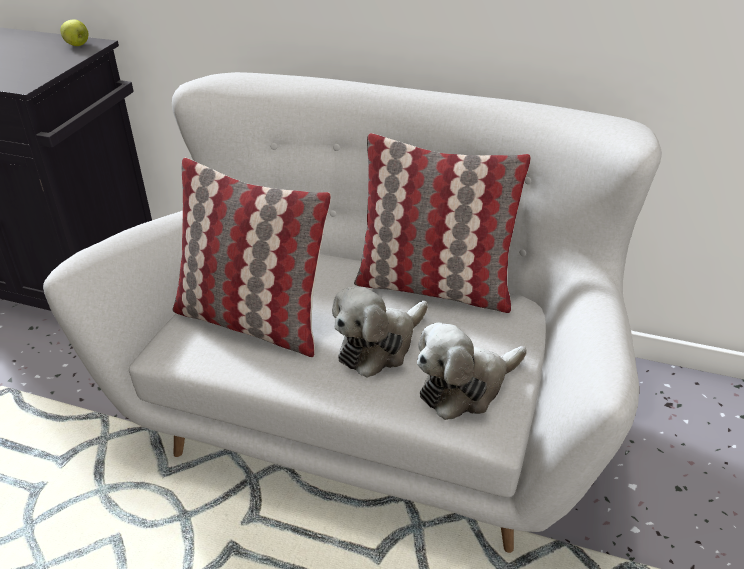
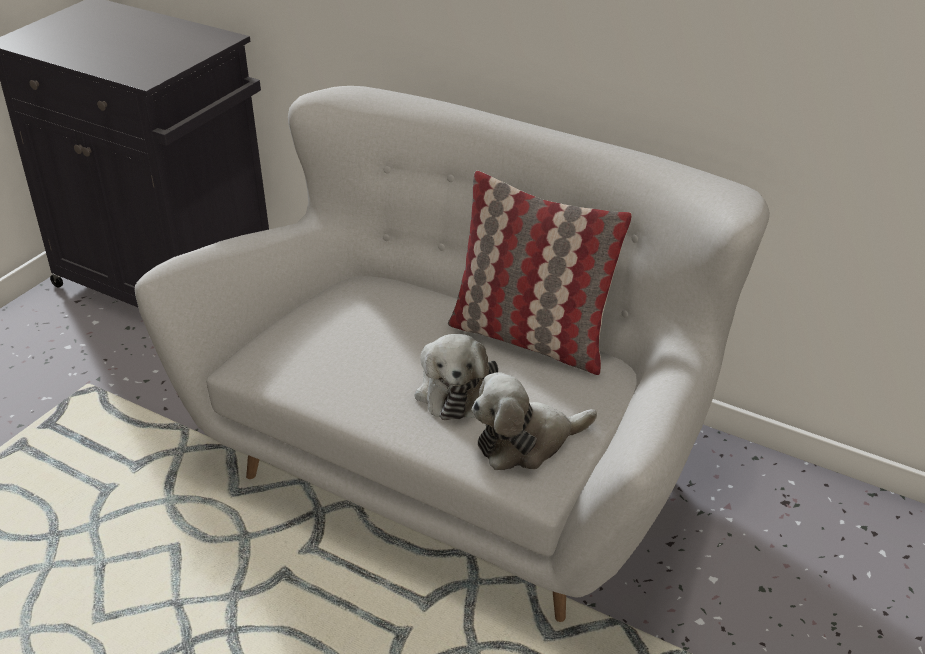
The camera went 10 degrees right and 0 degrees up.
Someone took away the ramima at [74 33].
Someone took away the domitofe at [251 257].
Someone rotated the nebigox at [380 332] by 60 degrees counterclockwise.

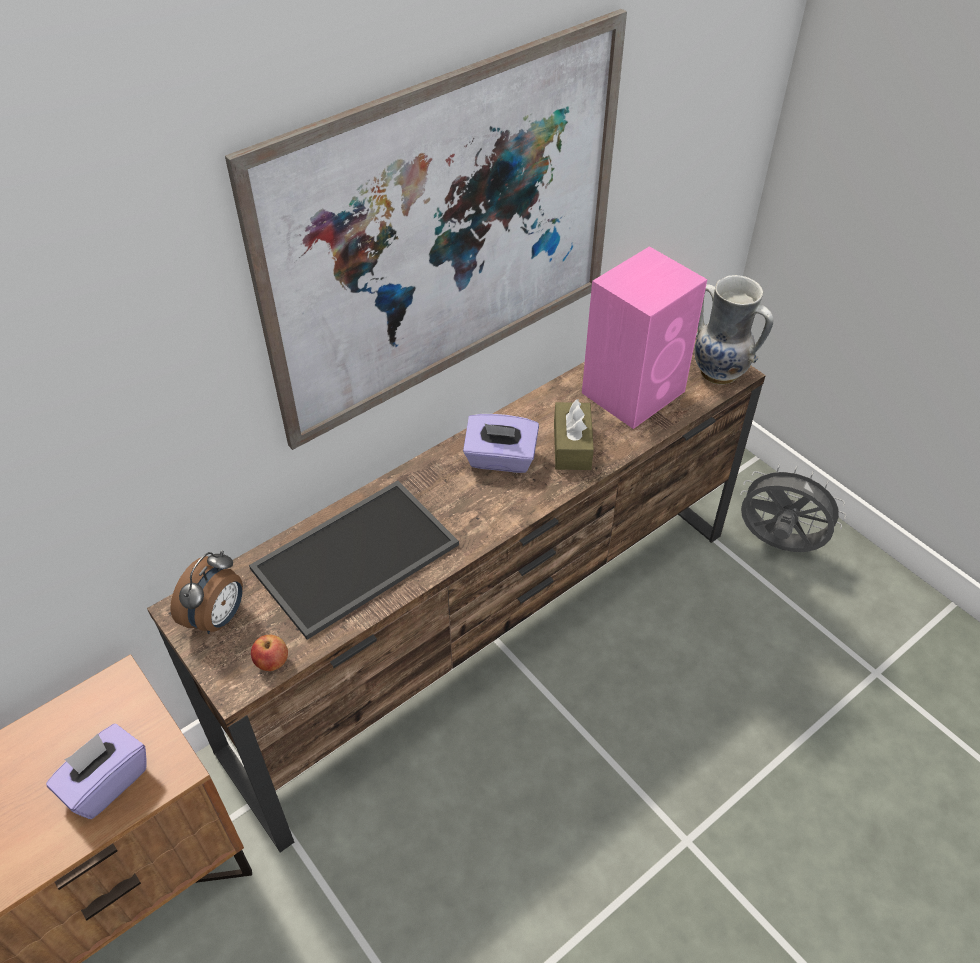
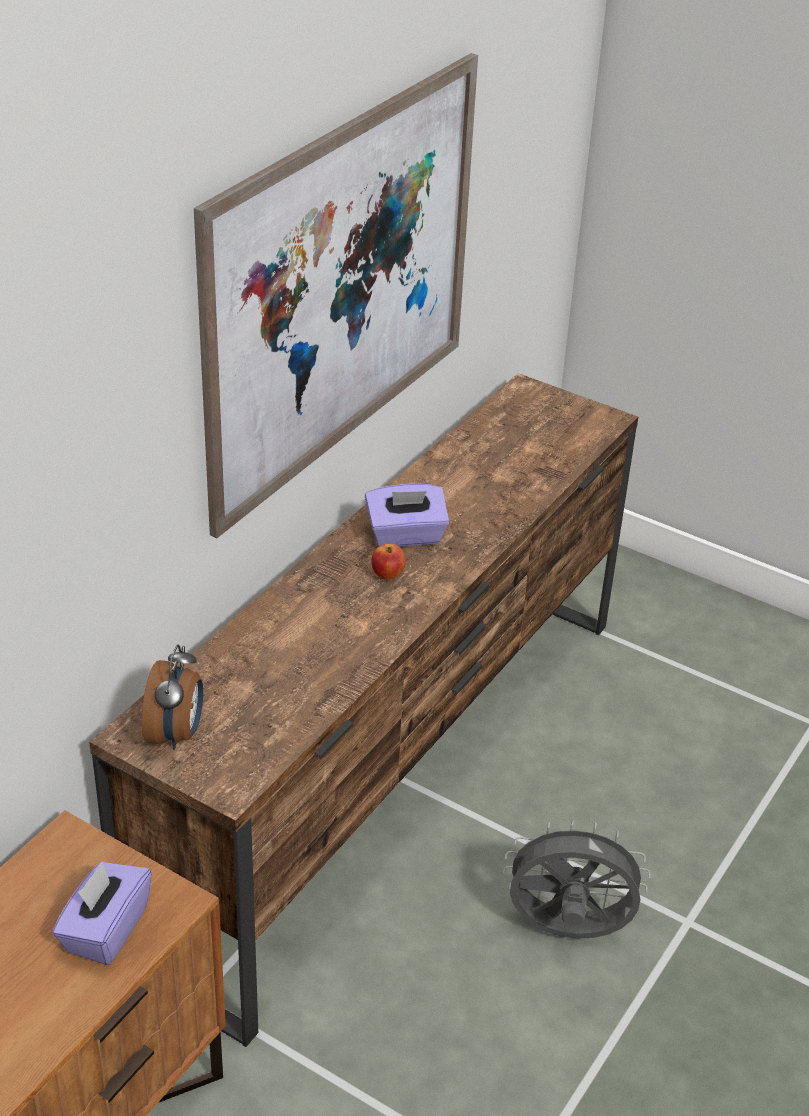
The camera went 20 degrees left and 10 degrees down.
Someone took away the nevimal at [354 560].
Someone took away the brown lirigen at [574 434].
Someone took away the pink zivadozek at [644 337].
Someone took away the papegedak at [734 330].
Someone carried the ramima from [269 653] to [388 562].
Someone carried the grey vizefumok from [793 508] to [577 879].

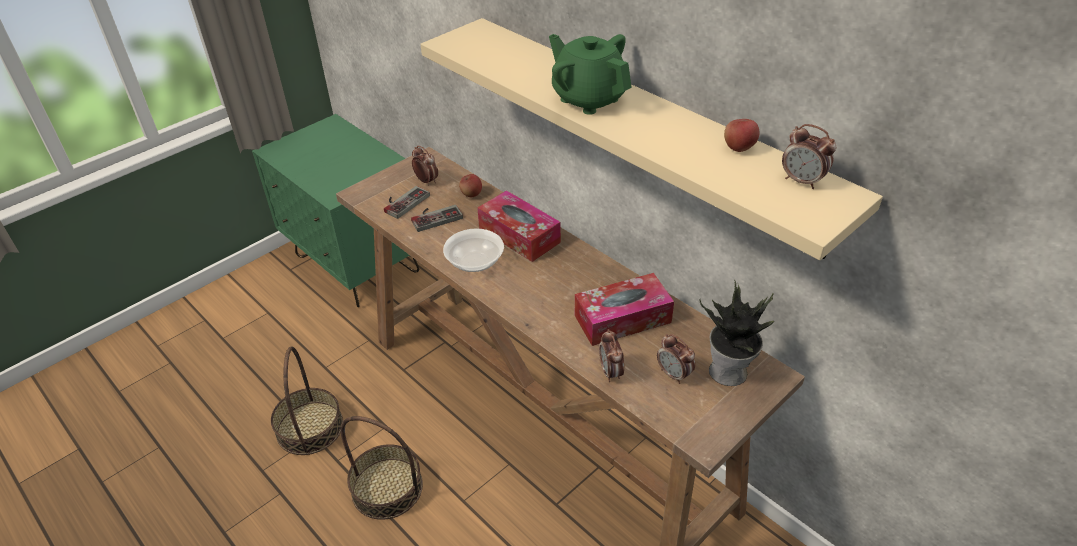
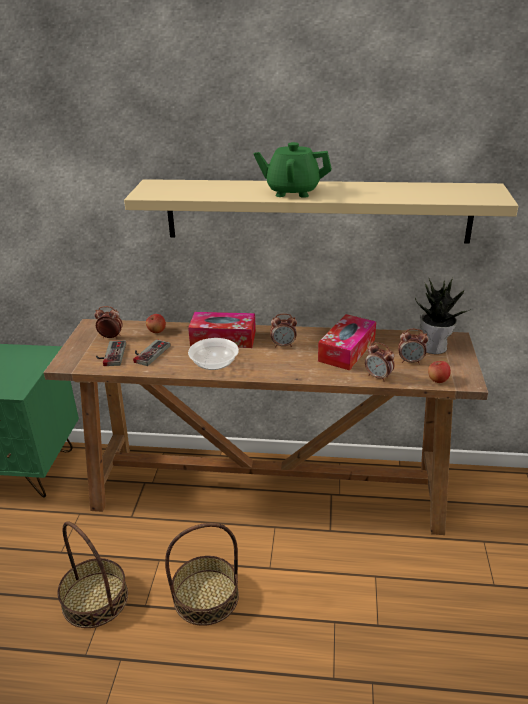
The camera went 40 degrees left and 10 degrees down.
Someone carried the ramima from [742 135] to [439 372].
Someone carried the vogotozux from [809 156] to [283 330].

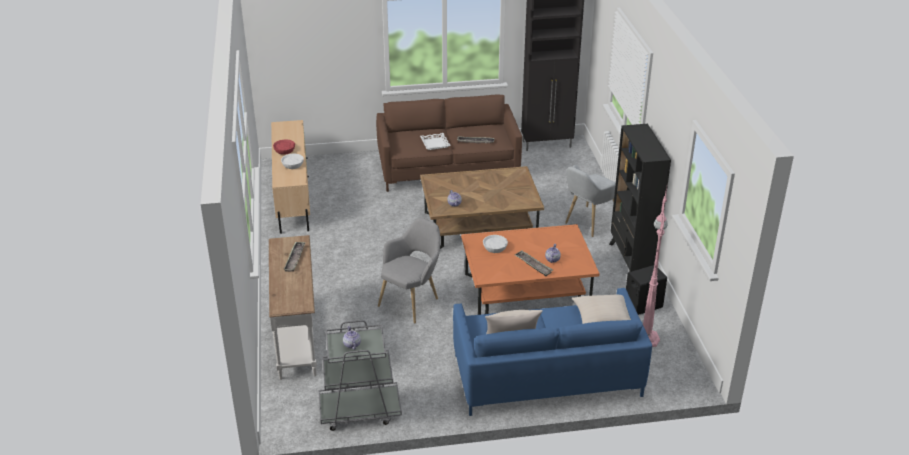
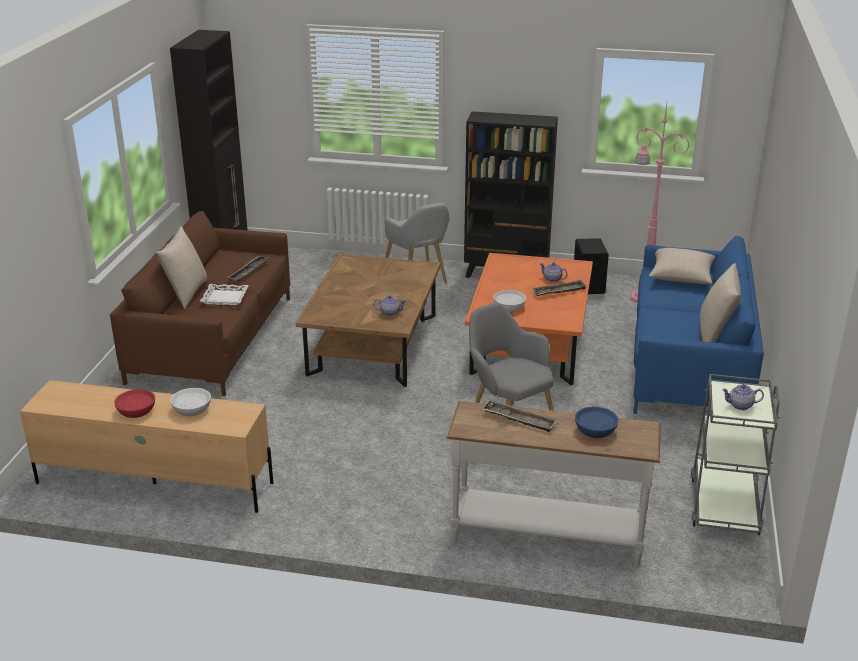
The camera went 70 degrees left and 5 degrees down.
Someone put down the beige domitofe at [181 267].
Someone put down the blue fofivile at [597 422].

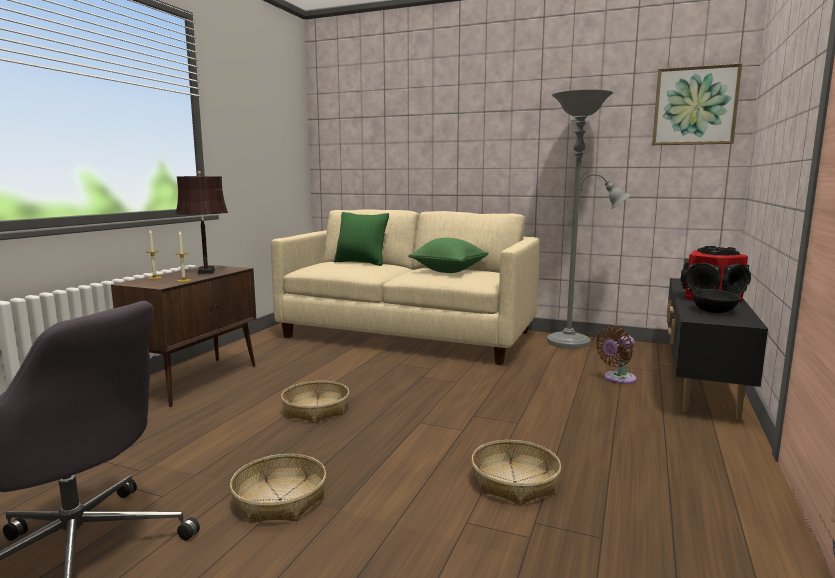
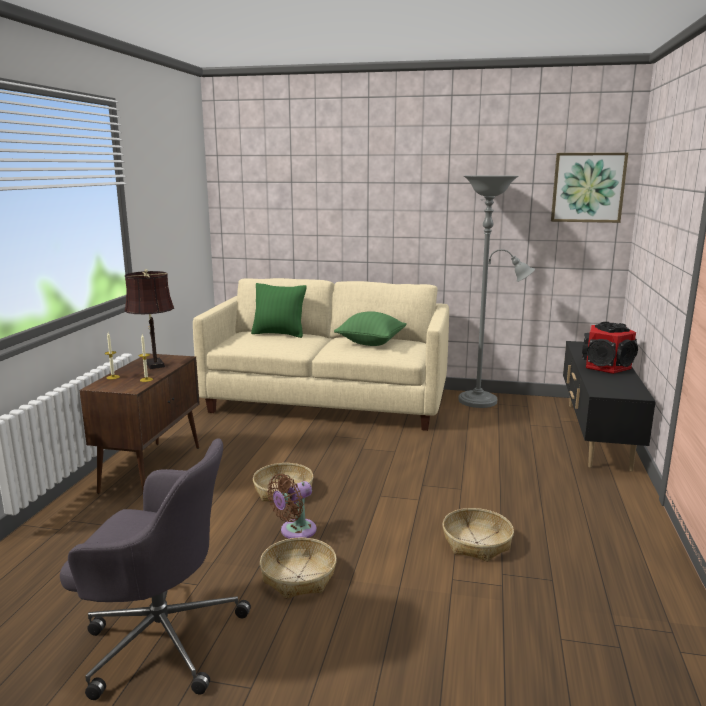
The camera went 10 degrees left and 5 degrees up.
Someone took away the black fofivile at [717 301].
Someone carried the brown vizefumok from [616 354] to [292 506].

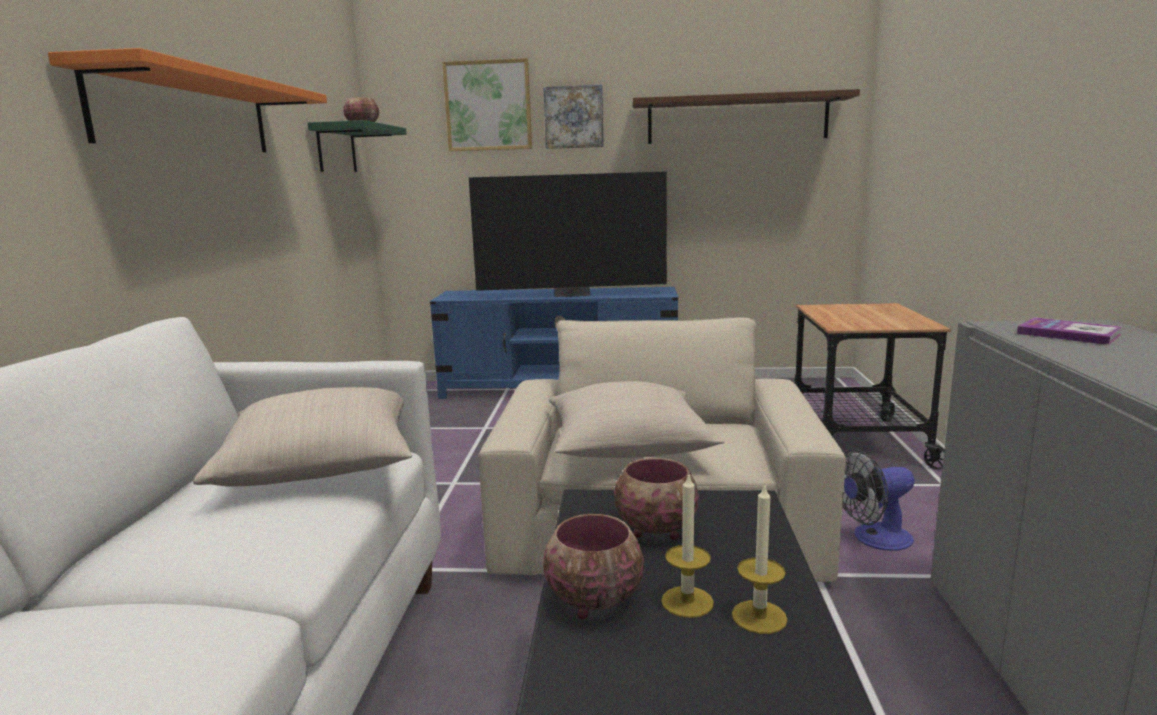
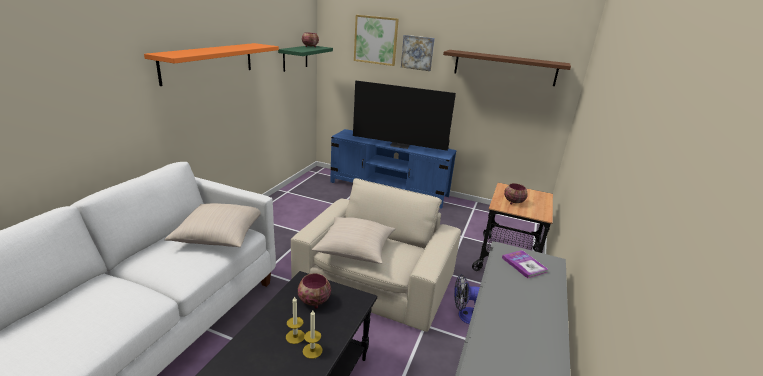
The camera went 15 degrees right and 10 degrees up.
Someone carried the fofivile from [593 567] to [516 194].

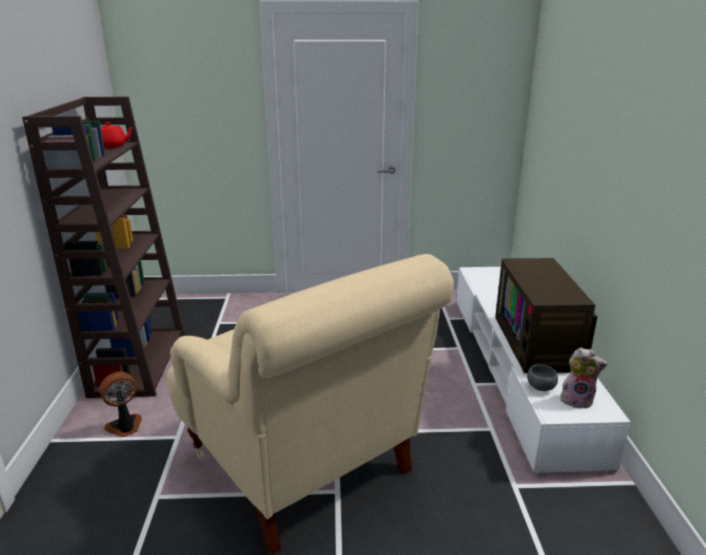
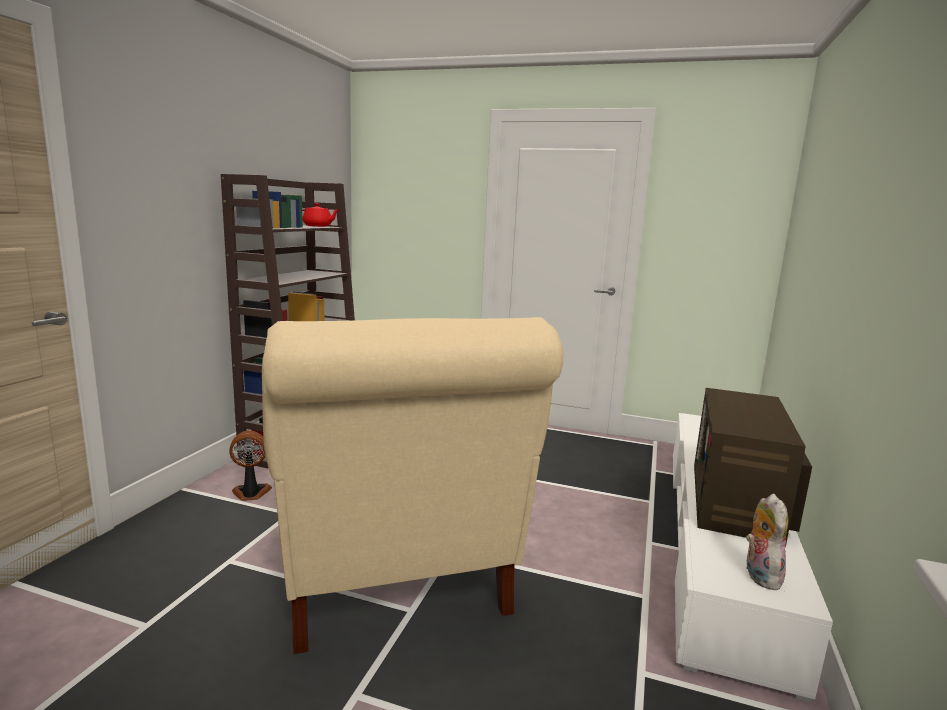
The camera went 20 degrees right and 10 degrees down.
Someone took away the grey fofivile at [542 378].
Someone rotated the nebigox at [583 378] by 120 degrees counterclockwise.

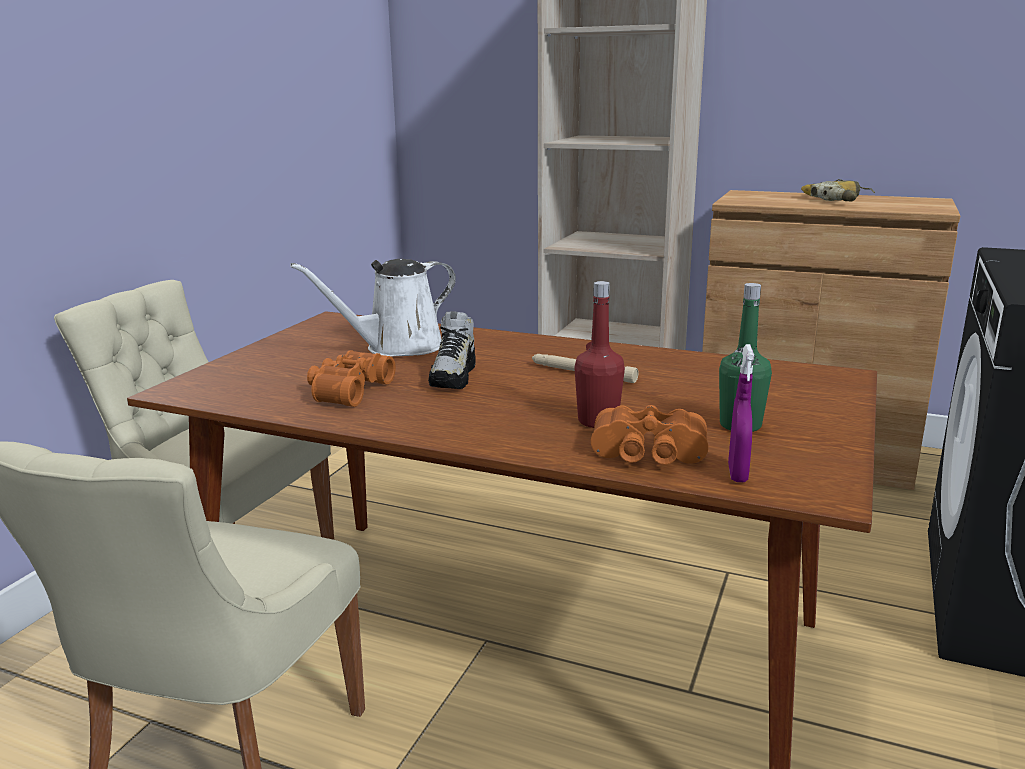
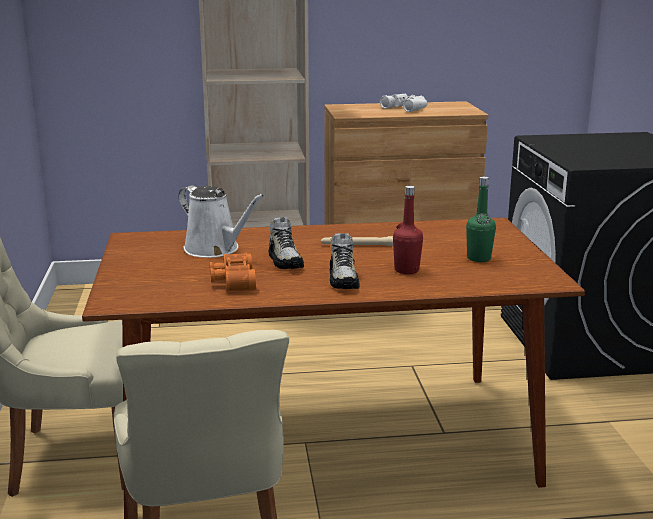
The camera went 30 degrees left and 0 degrees up.
Someone took away the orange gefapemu at [649 435].
Someone took away the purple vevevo at [741 413].
Someone put down the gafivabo at [345 261].
Someone swapped the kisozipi at [838 190] for the white gefapemu at [403 103].
Someone rotated the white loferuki at [373 308] by 75 degrees counterclockwise.

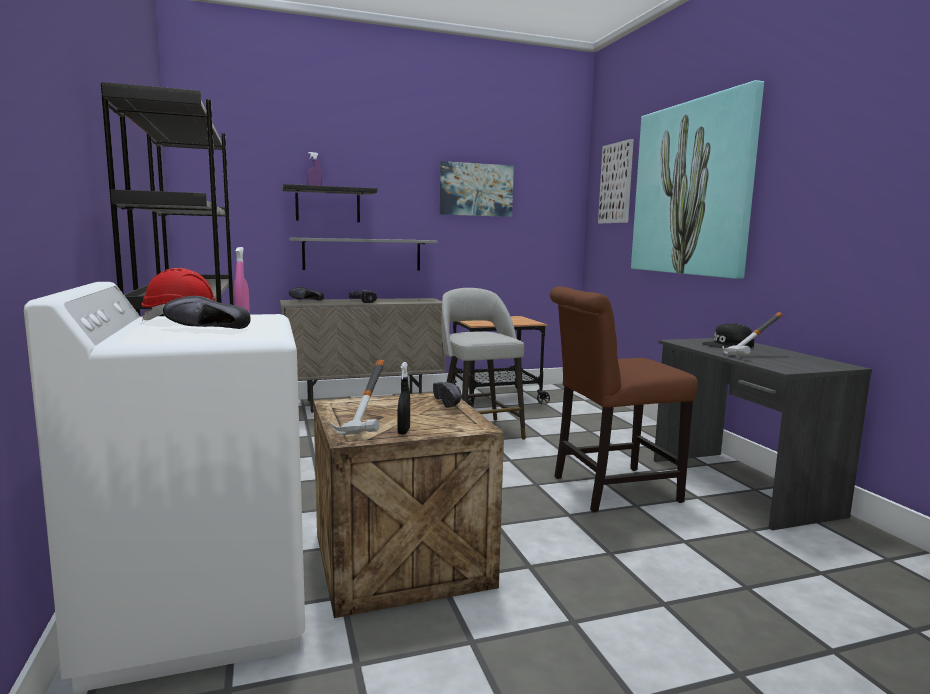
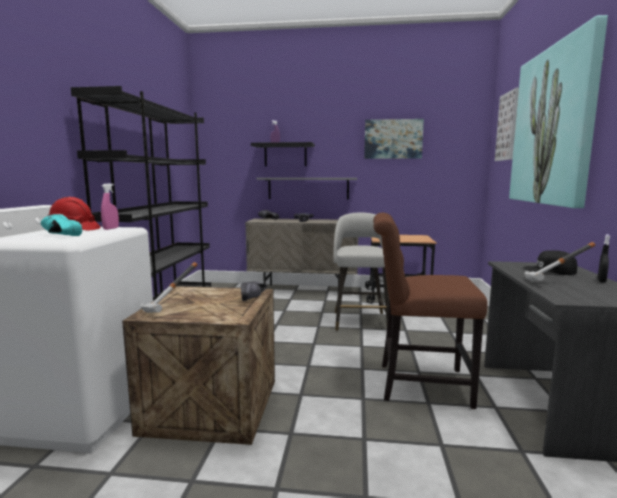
The camera went 25 degrees right and 0 degrees up.
Someone carried the black vevevo from [403 398] to [603 258].
Someone repainted the black gafivabo at [207 312], which became the turquoise gafivabo at [61 225].

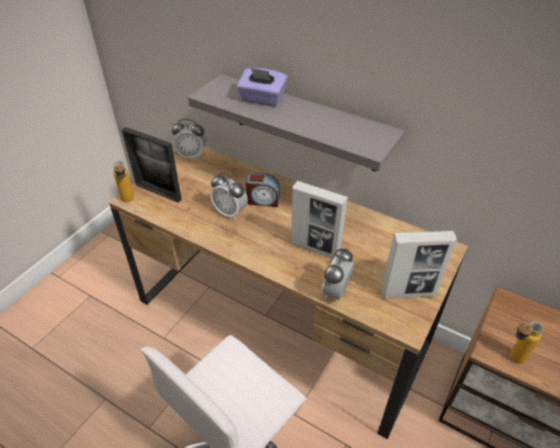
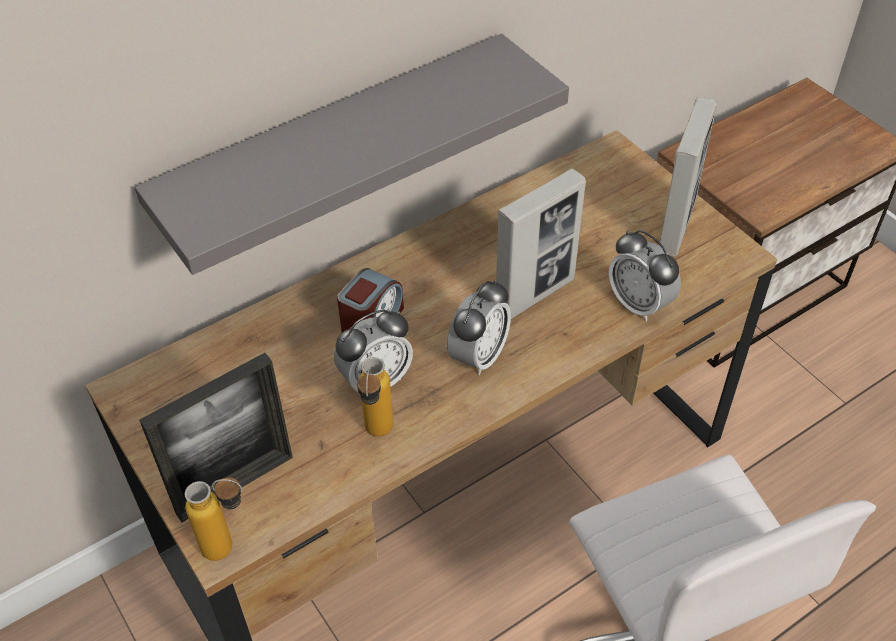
The camera went 65 degrees left and 5 degrees up.
Someone took away the purple lirigen at [262 87].
Someone carried the vogotozux from [189 139] to [479 327].
Someone carried the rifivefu from [527 343] to [375 396].

